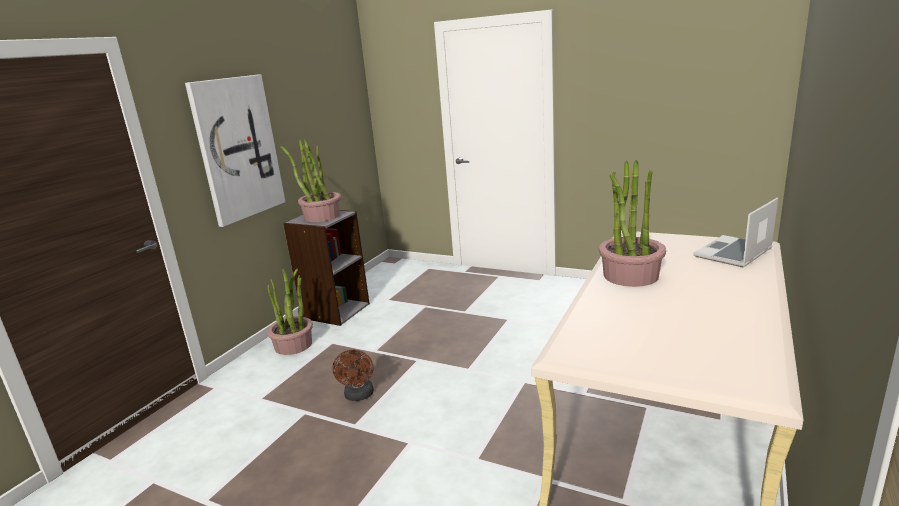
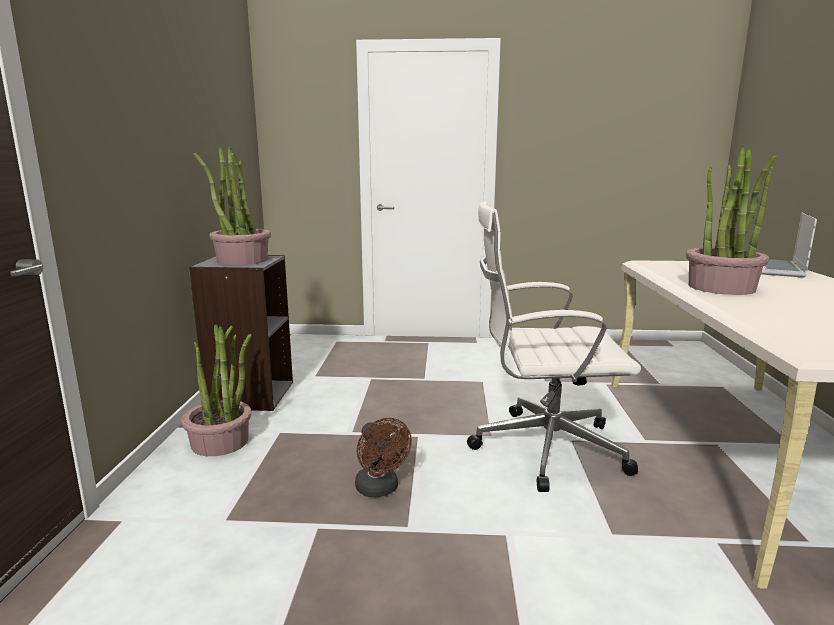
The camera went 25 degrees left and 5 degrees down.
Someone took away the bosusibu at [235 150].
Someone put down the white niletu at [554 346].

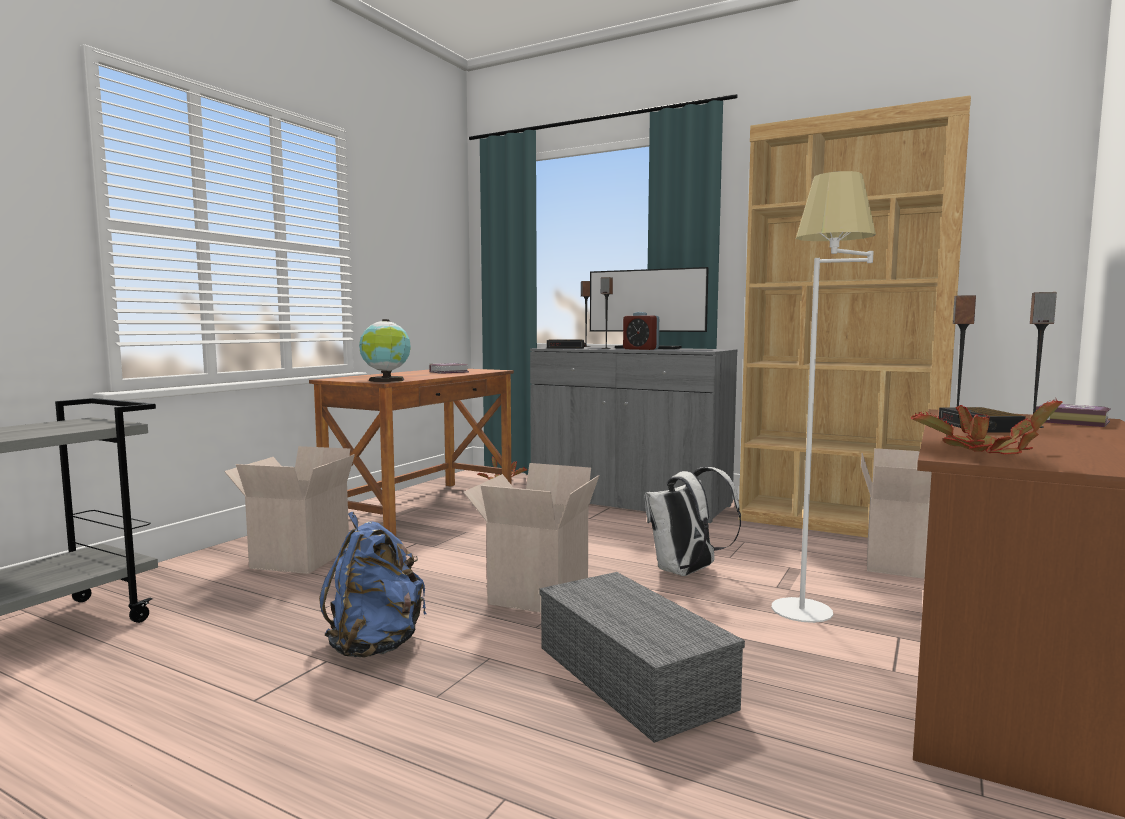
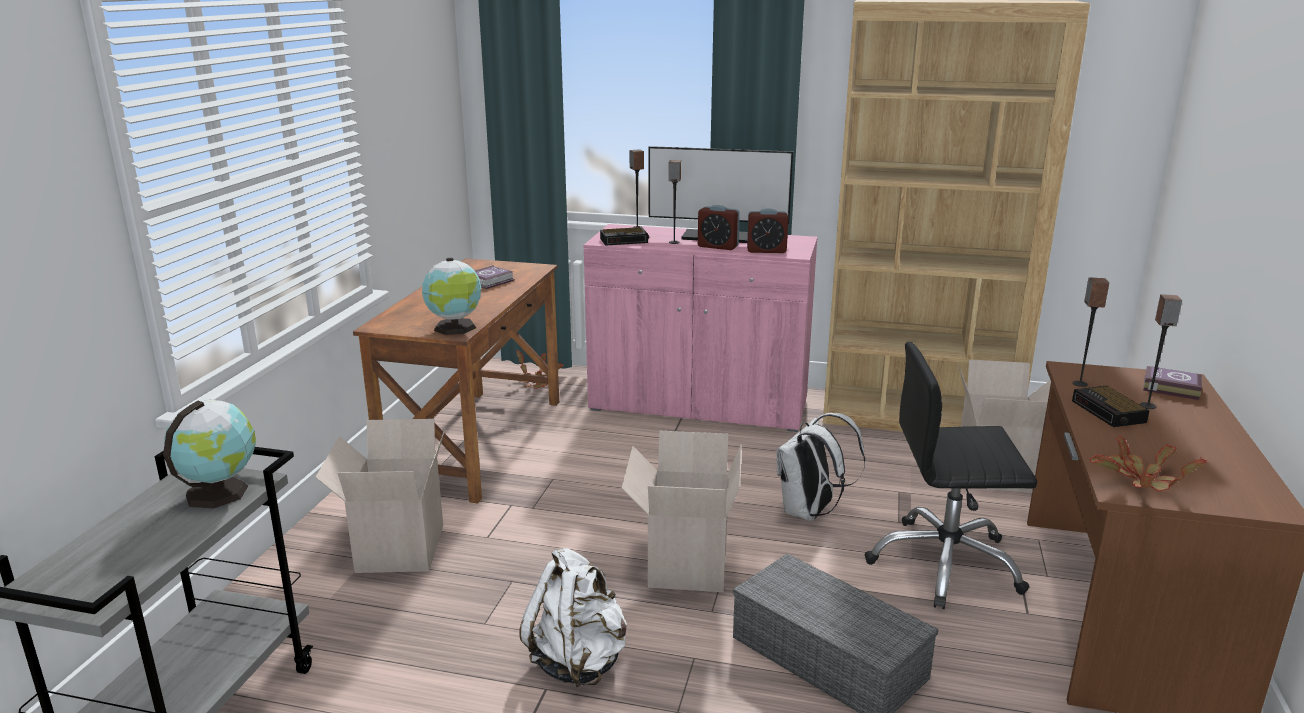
The camera went 15 degrees left and 15 degrees up.
Someone put down the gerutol at [209 454].
Someone put down the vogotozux at [767 230].
Someone swapped the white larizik at [824 397] for the black niletu at [951 475].
Someone repainted the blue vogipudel at [372 584], which became the white vogipudel at [573 617].
Someone repainted the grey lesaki at [633 435], which became the pink lesaki at [700 328].

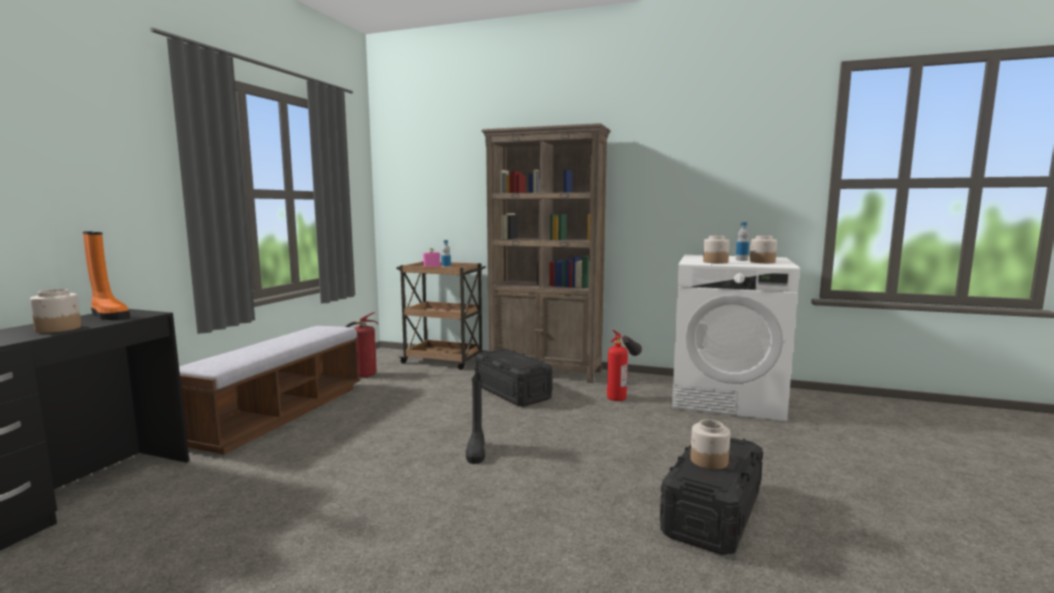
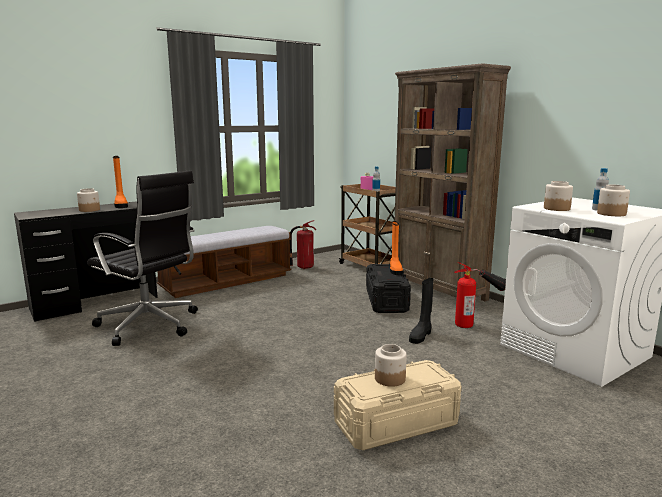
The camera went 35 degrees right and 5 degrees up.
Someone put down the black niletu at [142 258].
Someone put down the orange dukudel at [396 248].
Someone carried the black dukudel from [475 418] to [421 311].
Someone repainted the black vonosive at [711 496], which became the beige vonosive at [398 405].

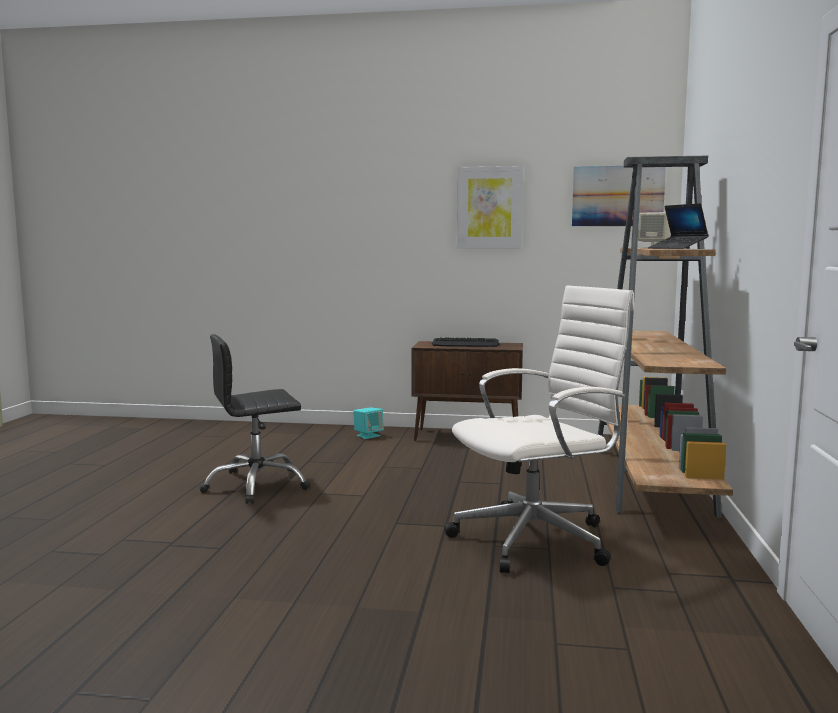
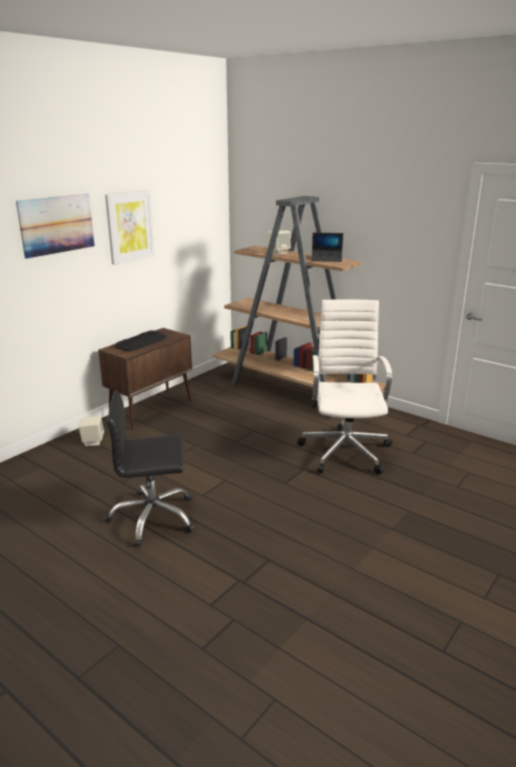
The camera went 60 degrees left and 15 degrees up.
Someone carried the bosusibu from [619 196] to [55 226].
Someone repainted the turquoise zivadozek at [368 423], which became the beige zivadozek at [91 431].
Someone rotated the black niletu at [254 419] by 75 degrees clockwise.

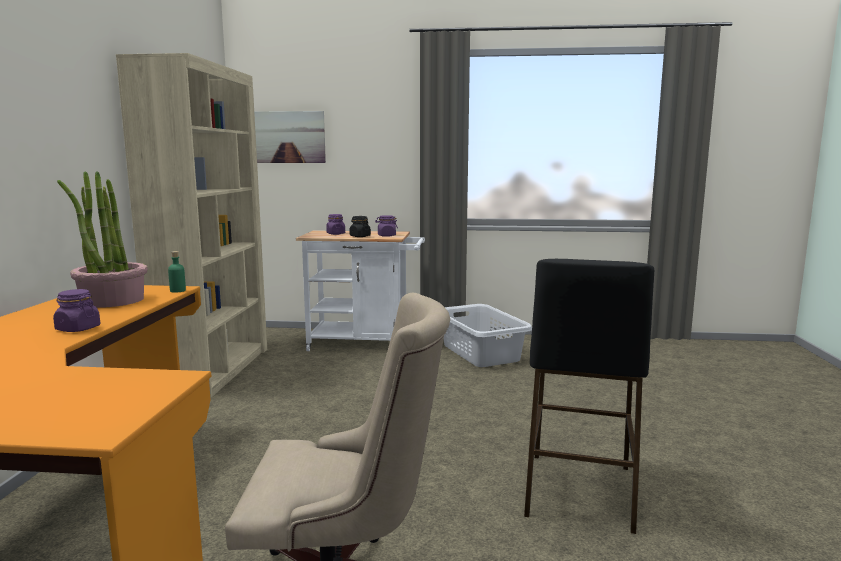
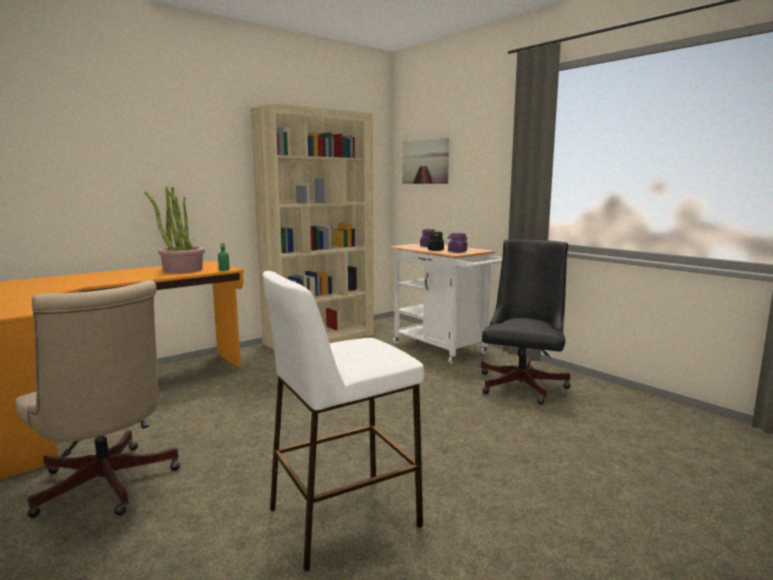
The camera went 45 degrees right and 0 degrees up.
Someone took away the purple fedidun at [76 310].
Someone swapped the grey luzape at [488 335] for the black niletu at [526 322].
Someone repainted the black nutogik at [589 396], which became the white nutogik at [343 421].

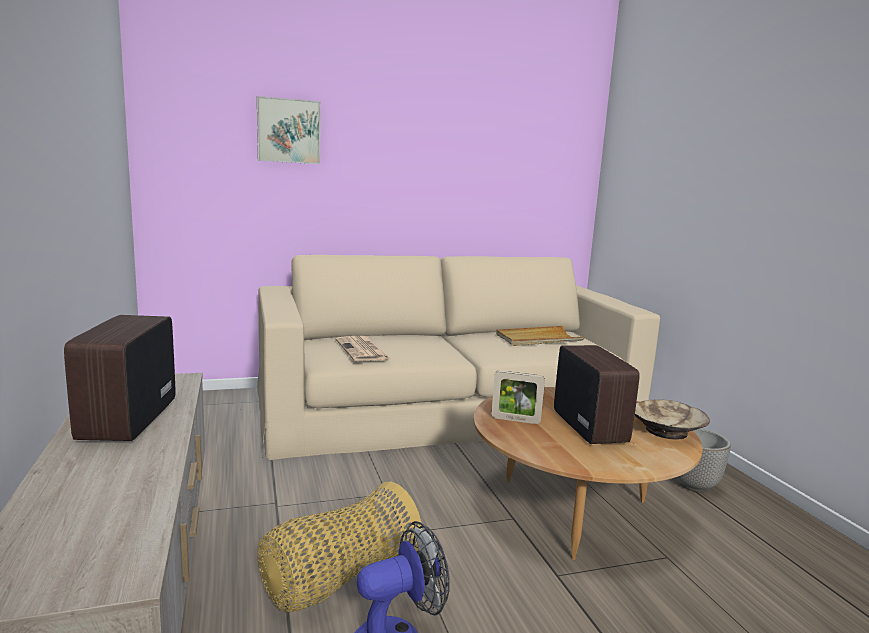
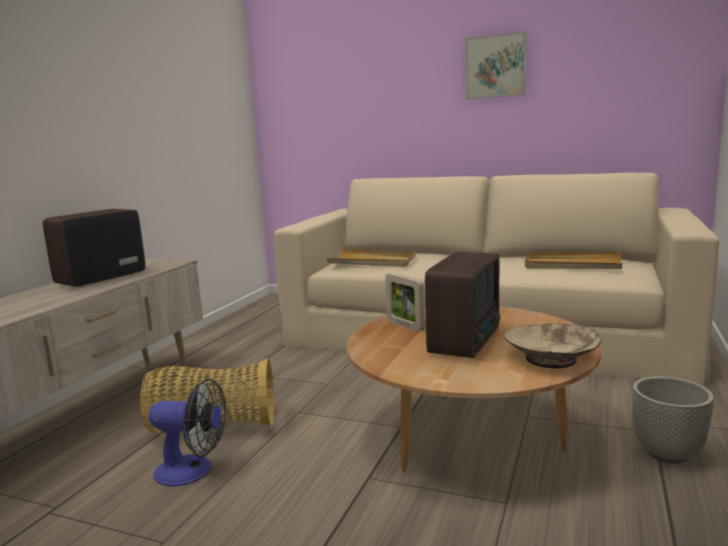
The camera went 40 degrees right and 0 degrees up.
Someone carried the bosusibu from [289 130] to [495 65].
Someone swapped the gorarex at [363 349] for the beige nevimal at [371 258].

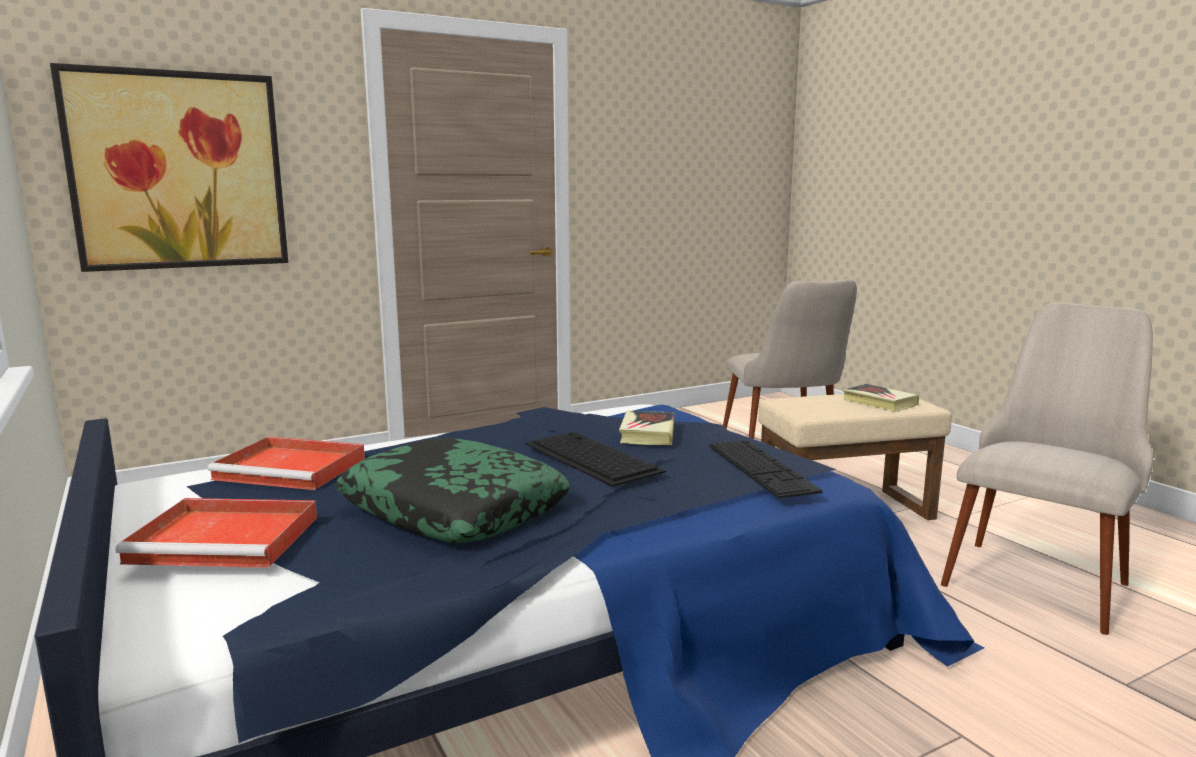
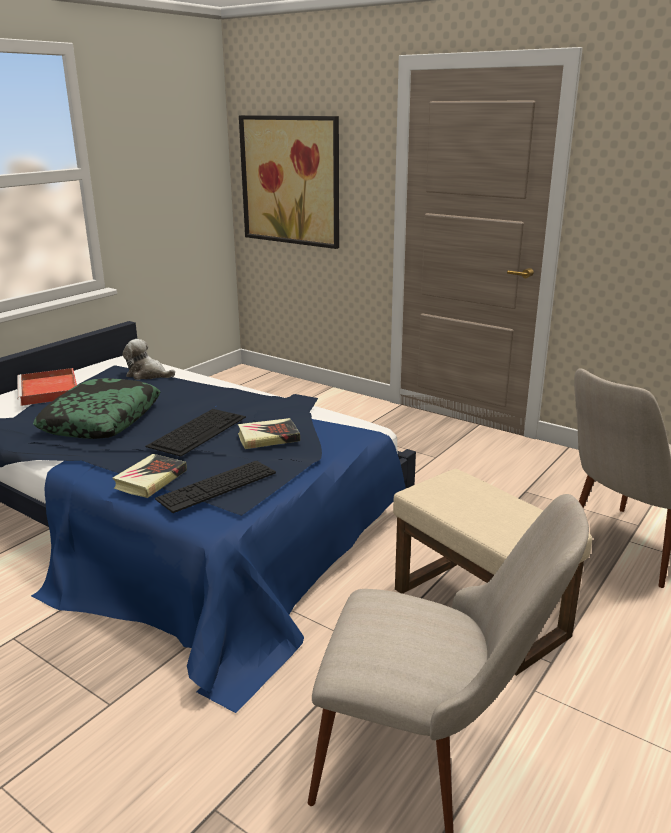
The camera went 65 degrees right and 10 degrees up.
Someone carried the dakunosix from [881 398] to [149 476].
Someone swapped the red nevimal at [286 463] for the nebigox at [149 359].

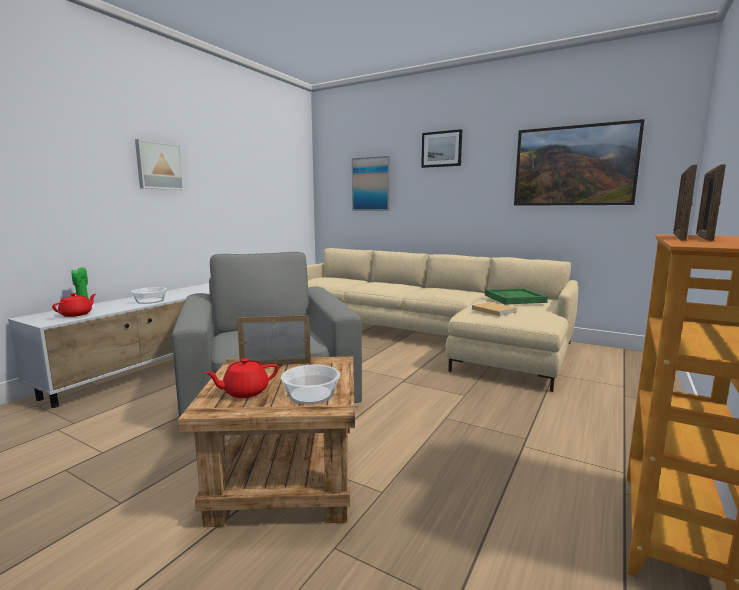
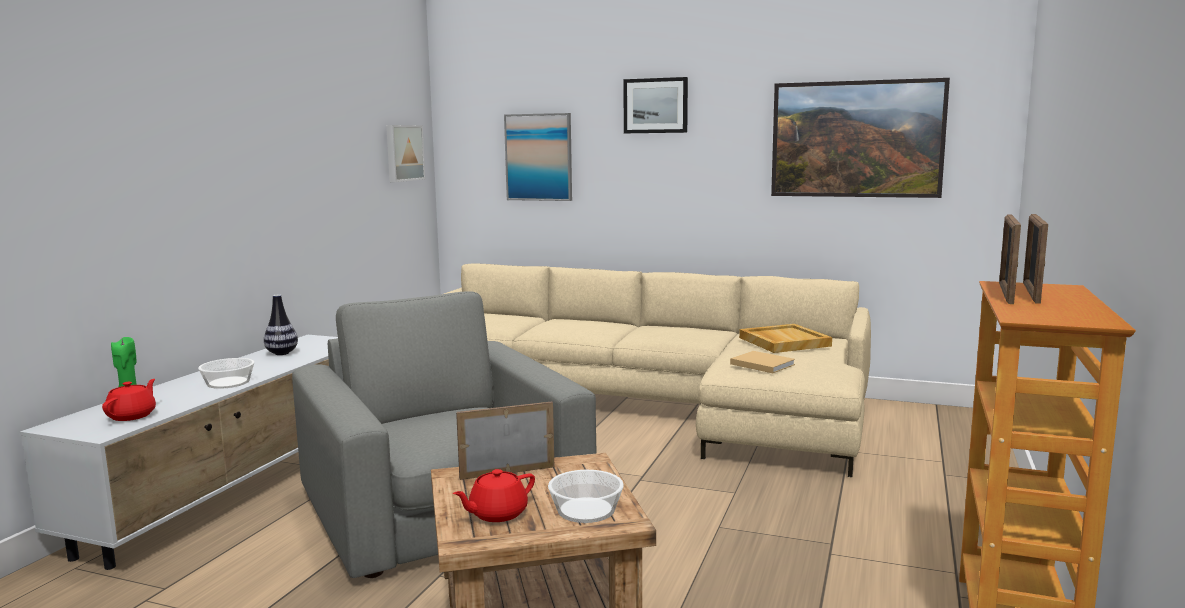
The camera went 10 degrees left and 0 degrees up.
Someone put down the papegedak at [281 325].
Someone carried the bosusibu from [159 164] to [405 153].
Someone repainted the green nevimal at [516 296], which became the beige nevimal at [785 338].

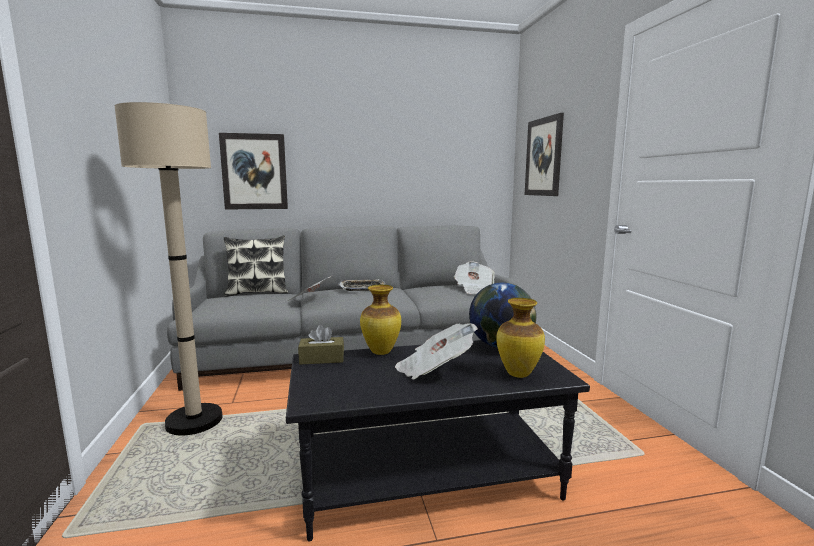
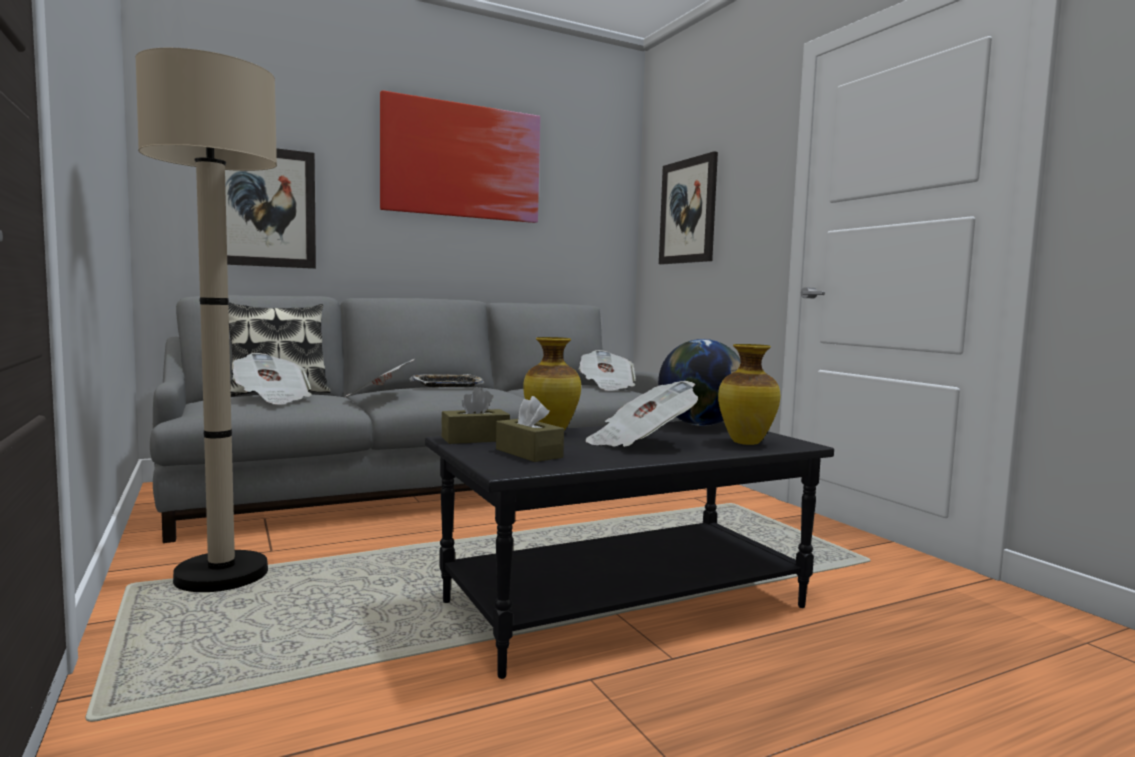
The camera went 15 degrees left and 5 degrees down.
Someone put down the gorarex at [272 379].
Someone put up the bosusibu at [460 156].
Someone put down the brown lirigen at [530 429].

